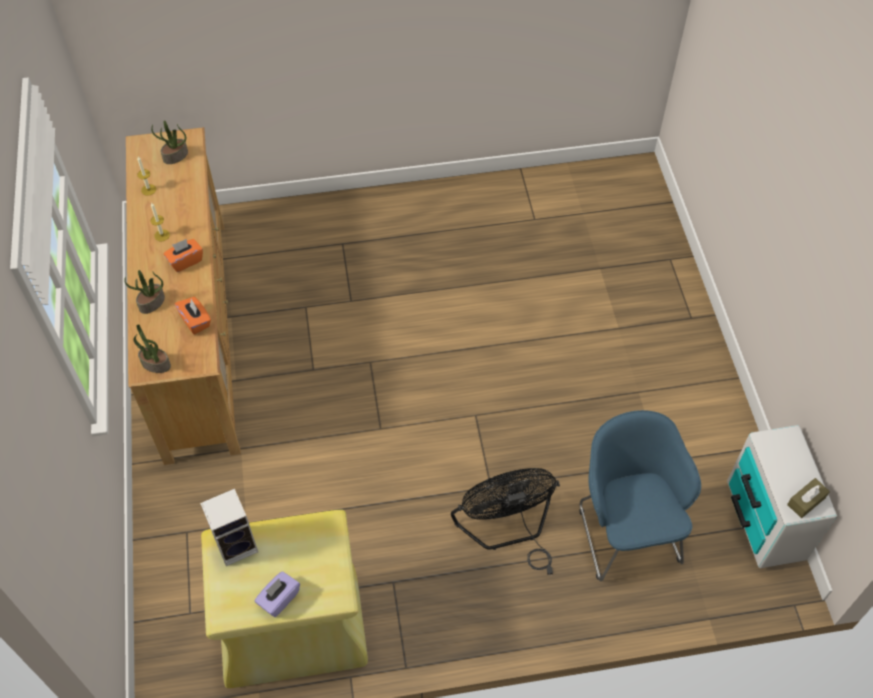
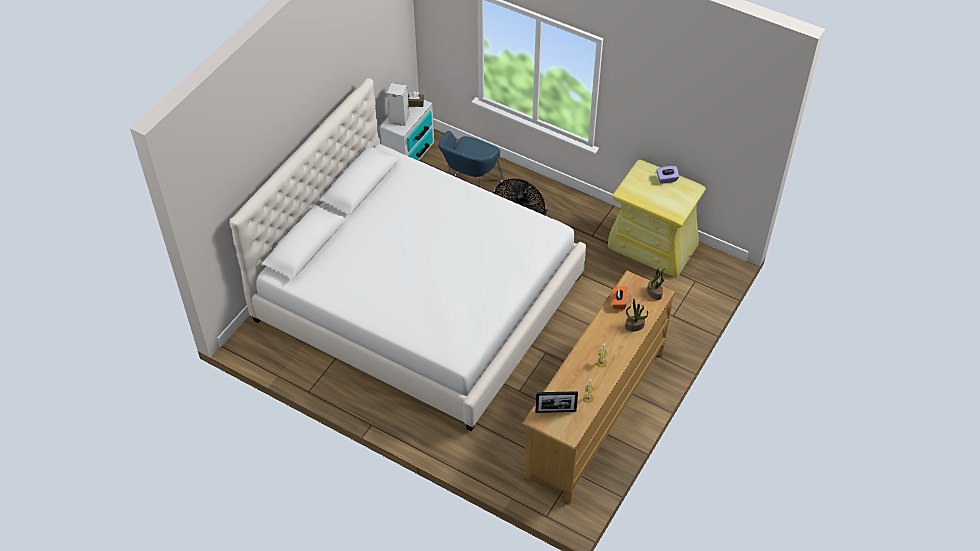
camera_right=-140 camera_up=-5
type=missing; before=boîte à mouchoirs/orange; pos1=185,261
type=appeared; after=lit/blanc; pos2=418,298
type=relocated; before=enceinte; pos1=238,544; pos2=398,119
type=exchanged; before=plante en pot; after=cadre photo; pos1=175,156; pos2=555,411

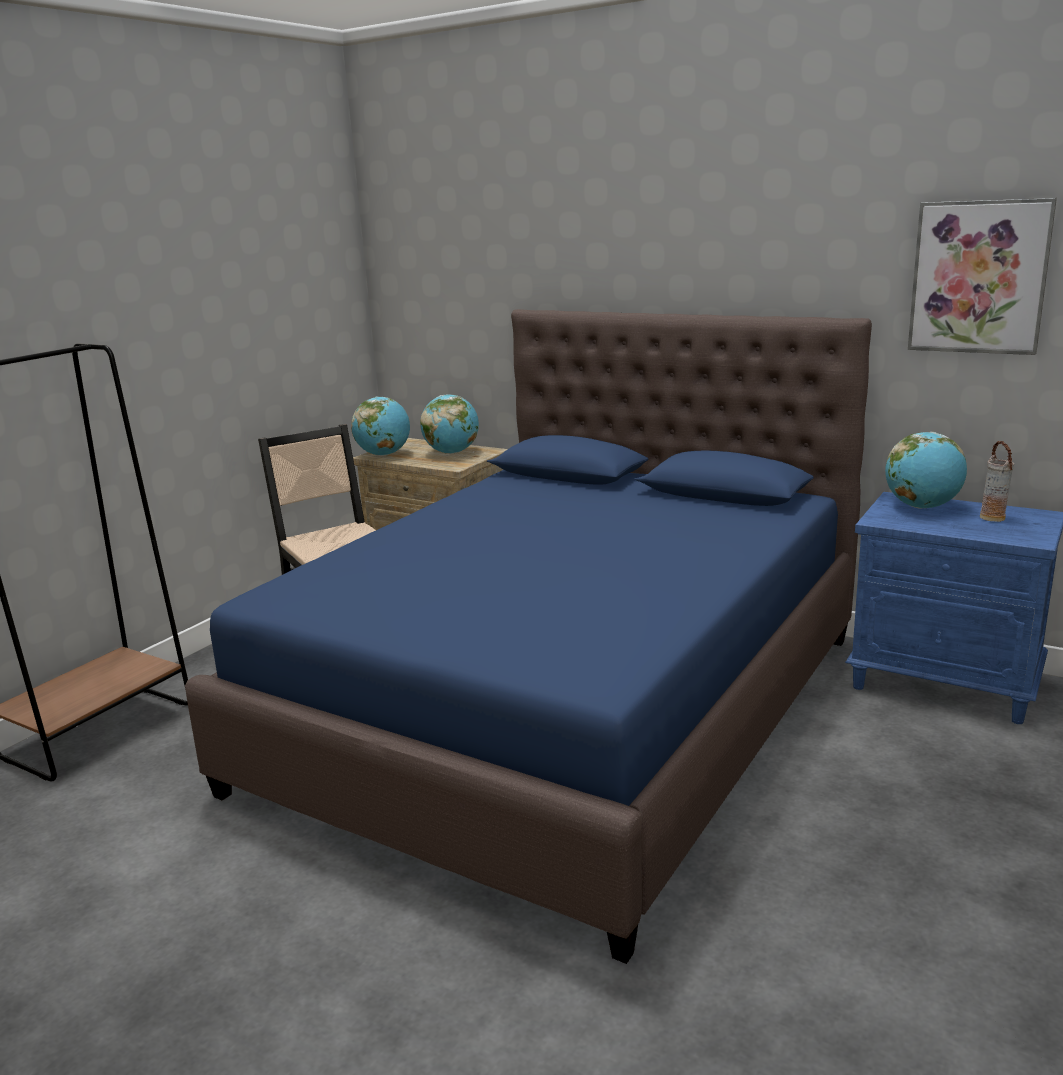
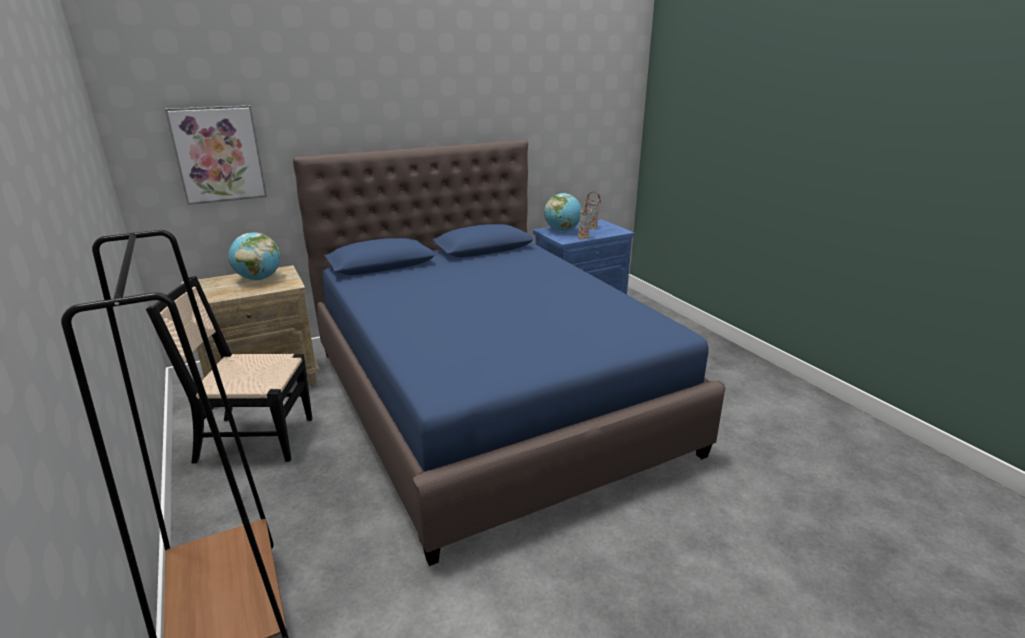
camera_right=-60 camera_up=5
type=missing; before=globe; pos1=384,454
type=appeared; after=vase; pos2=584,237
type=relocated; before=tableau; pos1=978,277; pos2=218,154

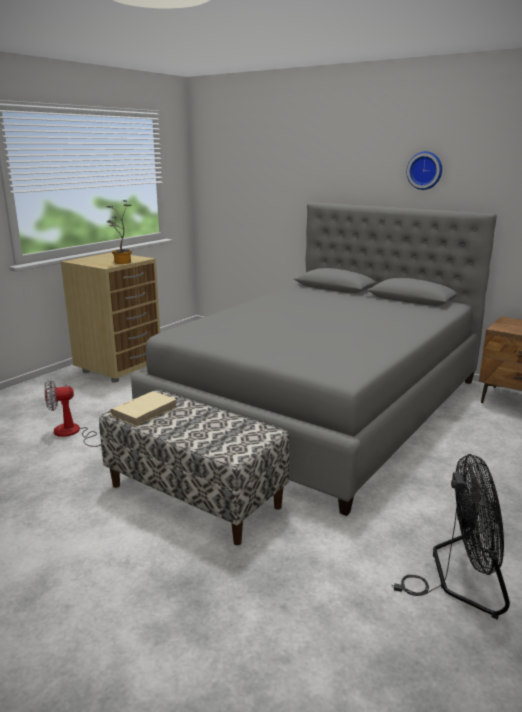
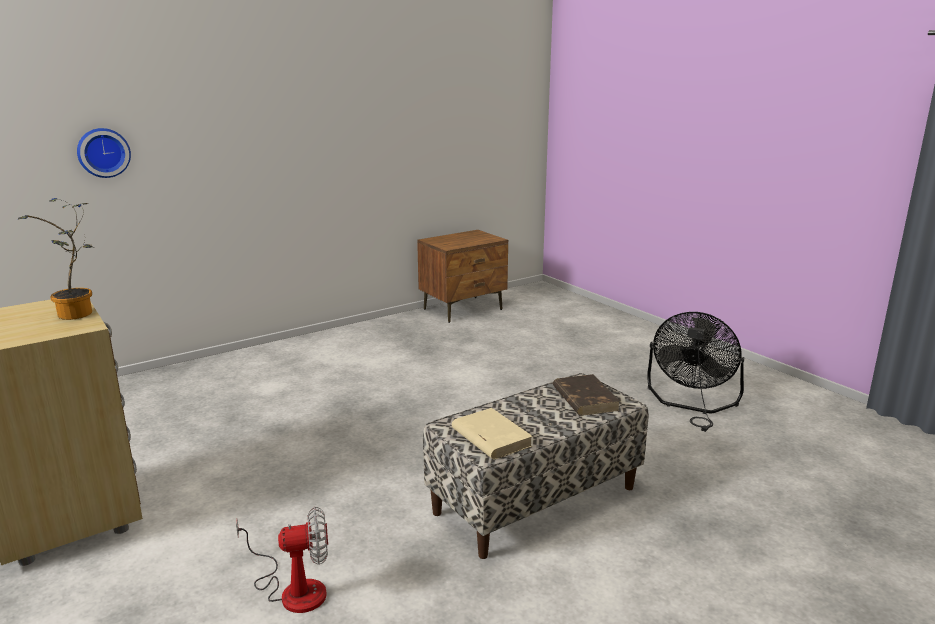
camera_right=-70 camera_up=0
type=missing; before=lit/gris; pos1=323,406
type=appeared; after=livre/marron; pos2=584,398
type=relocated; before=horloge murale; pos1=425,170; pos2=103,152
type=spun; before=ventilateur; pos1=73,433; pos2=293,589; turn=-105

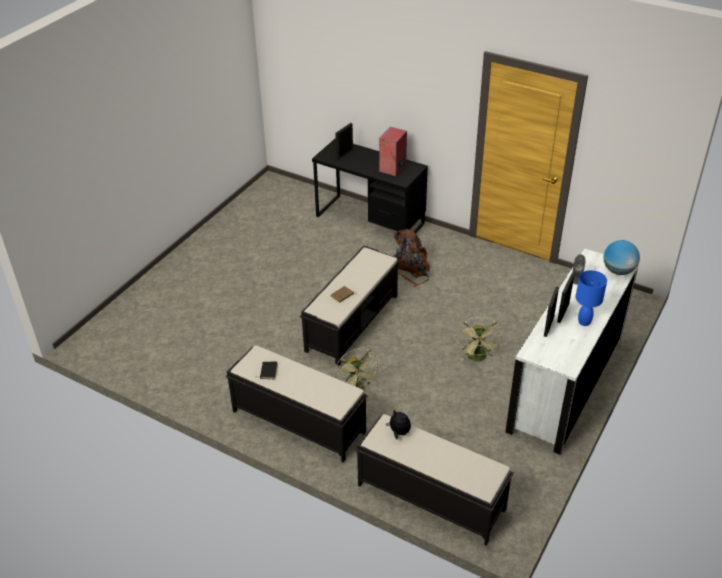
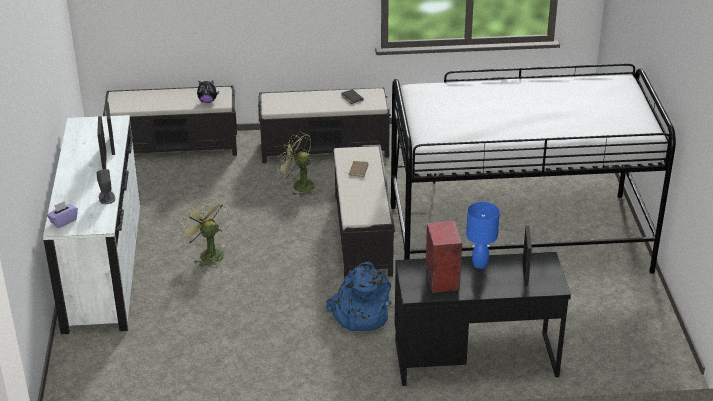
camera_right=145 camera_up=-5
type=appeared; after=lit/noir; pos2=514,237
type=relocated; before=lampe de table/bleu; pos1=584,322; pos2=479,264
type=exchanged; before=globe; after=boîte à mouchoirs/violet; pos1=618,271; pos2=63,221
type=colour; before=sac à dos/marron; after=sac à dos/bleu; pos1=410,269; pos2=359,314

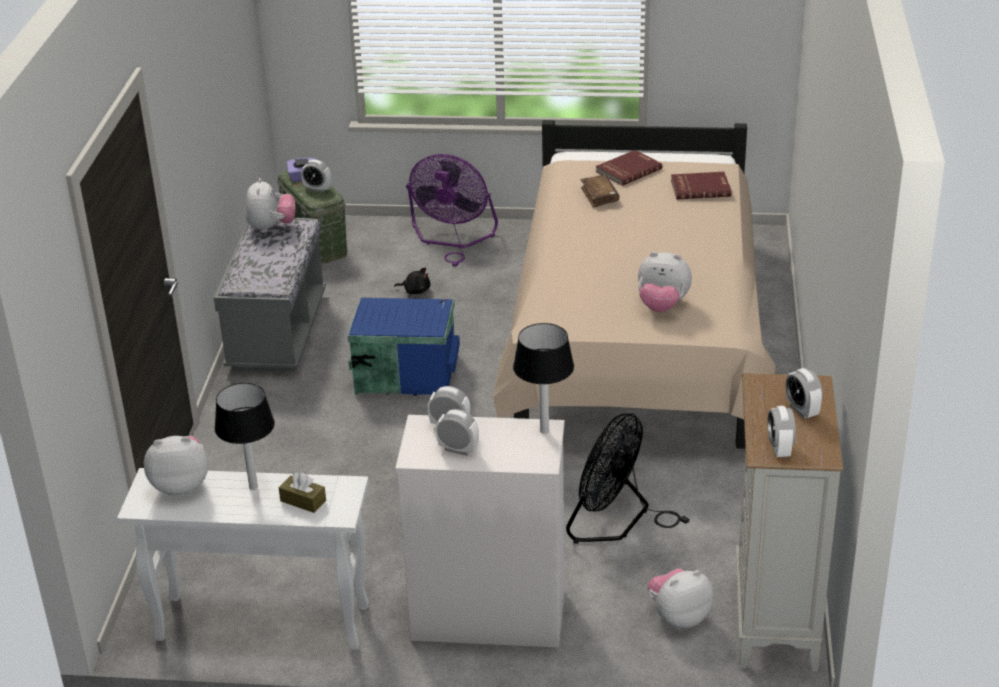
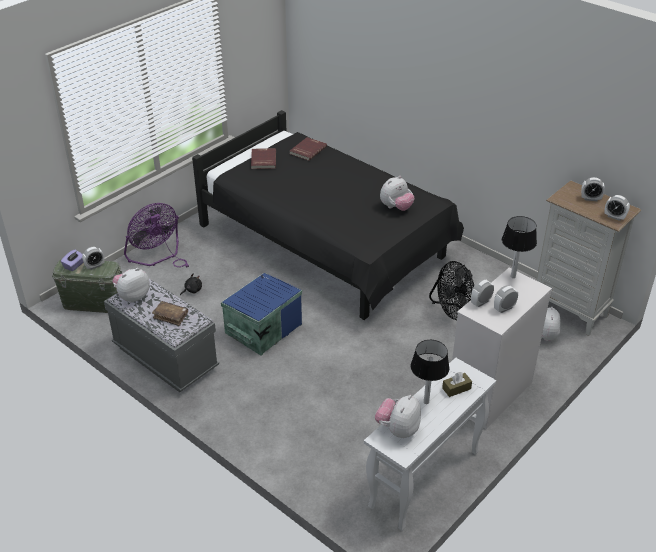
camera_right=-55 camera_up=5
type=relocated; before=livre/marron; pos1=599,196; pos2=171,316
type=colour; before=lit/beige; after=lit/noir; pos1=636,340; pos2=327,244
type=spun; before=peluche; pos1=271,227; pos2=133,296; turn=-75

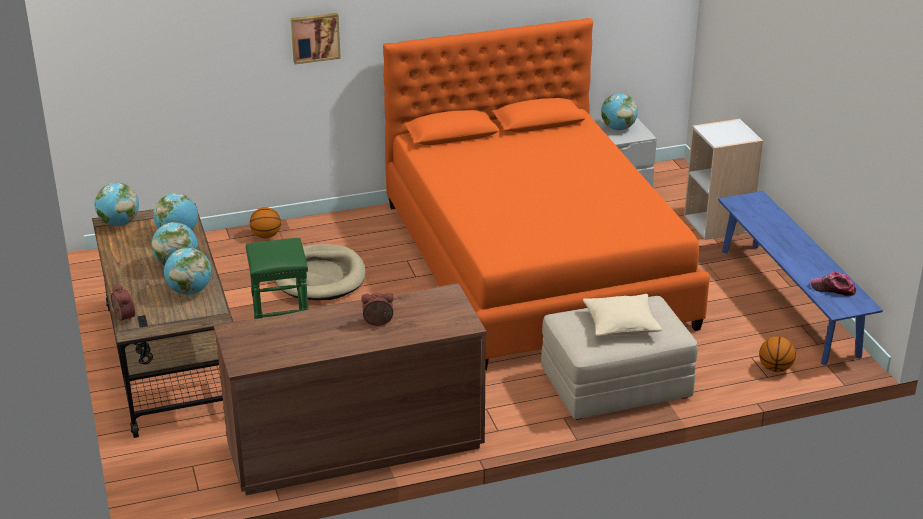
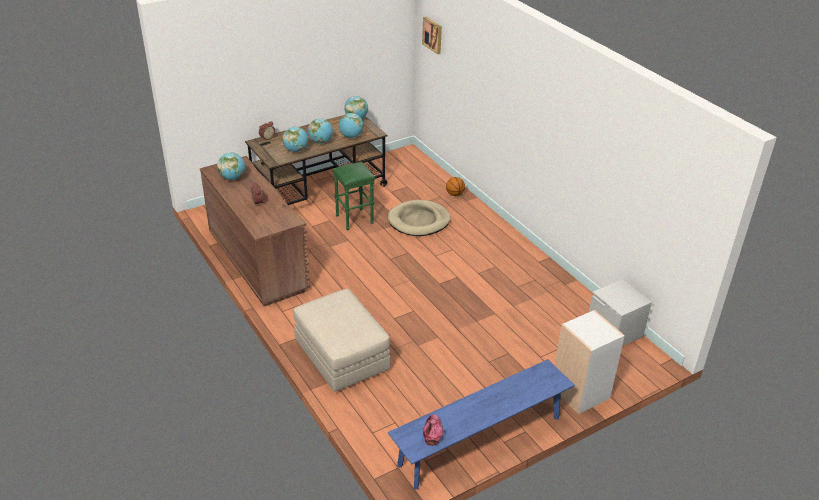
camera_right=75 camera_up=5
type=missing; before=lit/orange; pos1=535,263
type=missing; before=coussin/beige; pos1=621,324
type=missing; before=ballon de basket; pos1=775,368
type=relocated; before=tableau; pos1=315,37; pos2=433,35
type=relocated; before=globe; pos1=618,128; pos2=232,178

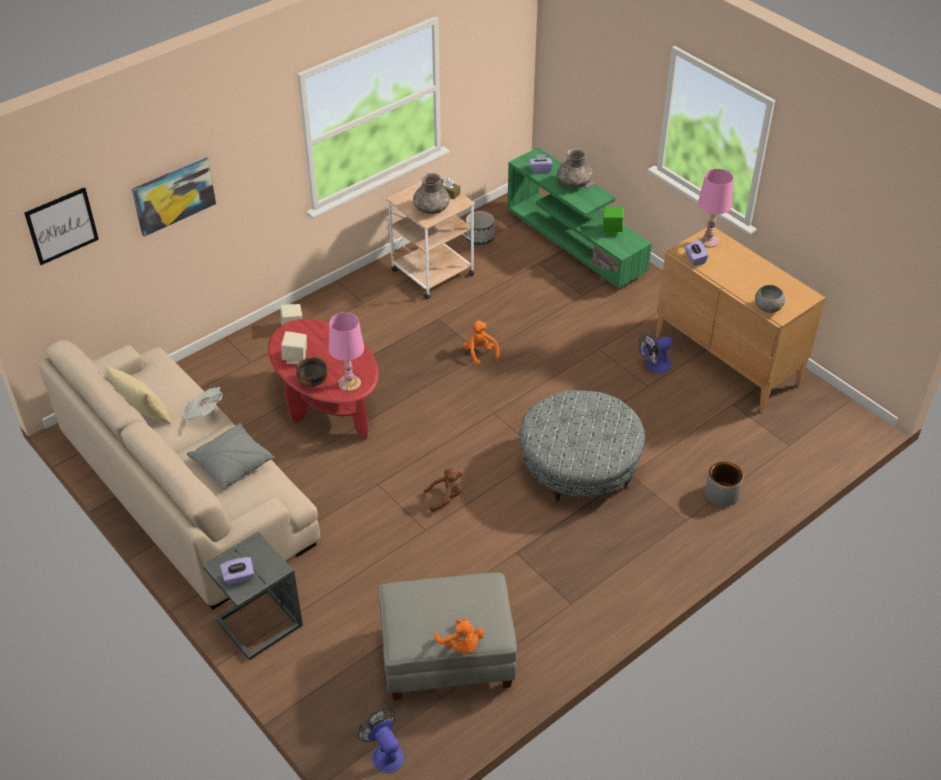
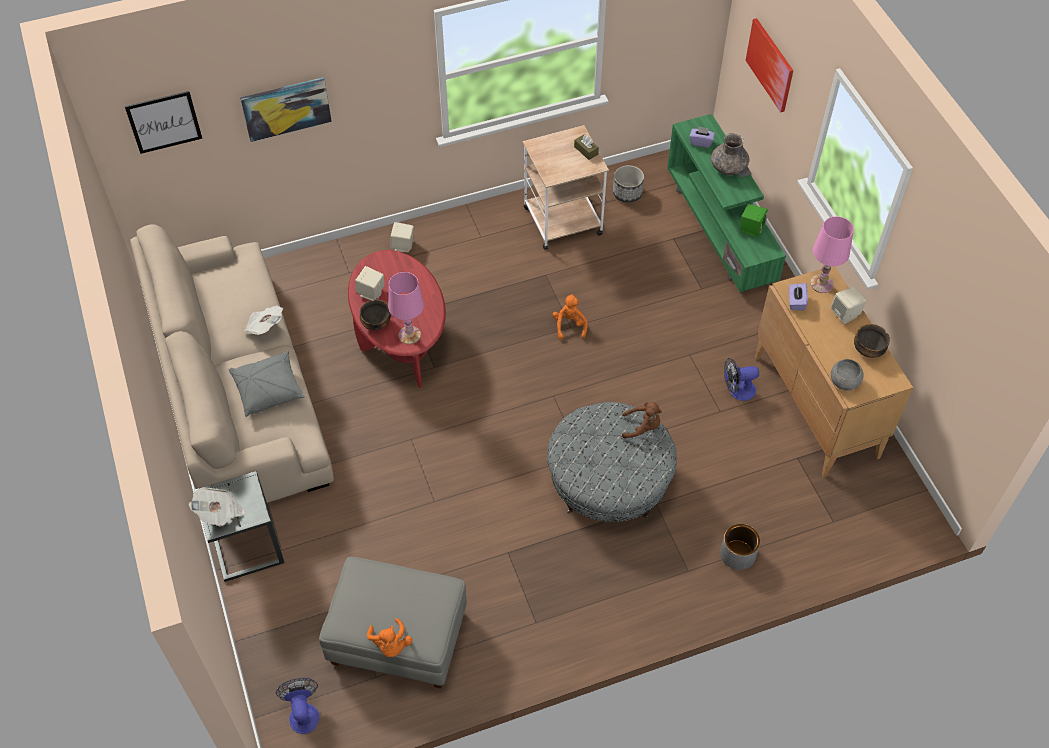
camera_right=20 camera_up=10
type=missing; before=coussin/beige; pos1=144,415
type=missing; before=vase/gris; pos1=431,208
type=appeared; after=tableau; pos2=770,64
type=appeared; after=enceinte/beige; pos2=845,314
type=appeared; after=bol; pos2=867,350
type=relocated; before=peluche/marron; pos1=446,497; pos2=642,427
type=exchanged; before=boîte à mouchoirs/violet; after=journal; pos1=239,577; pos2=220,513

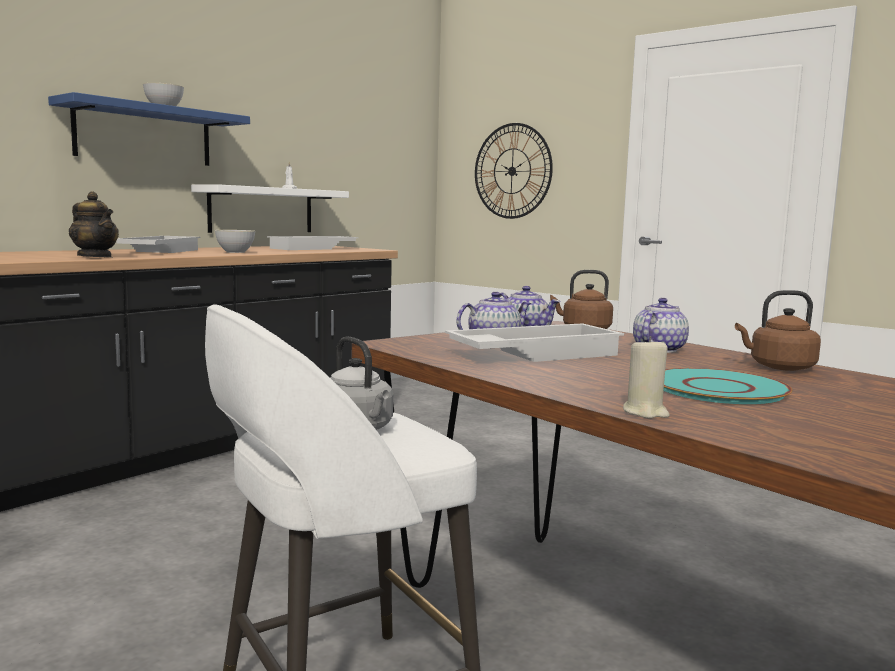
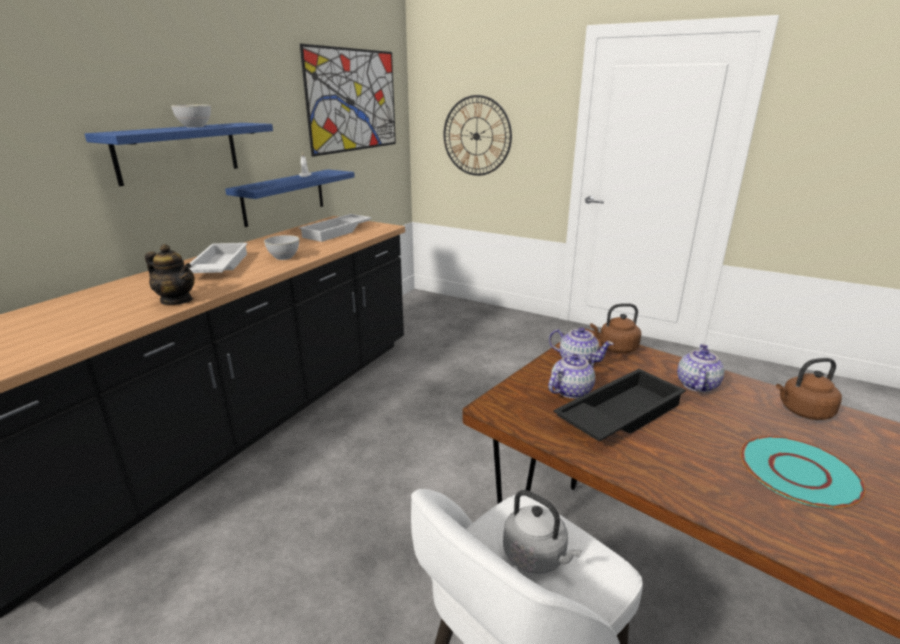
camera_right=-10 camera_up=15
type=missing; before=bougie/beige; pos1=645,412
type=appeared; after=tableau; pos2=353,100
type=colour; before=étagère/blanc; after=étagère/bleu; pos1=261,210; pos2=284,197
type=colour; before=plateau/blanc; after=plateau/noir; pos1=534,354; pos2=618,414

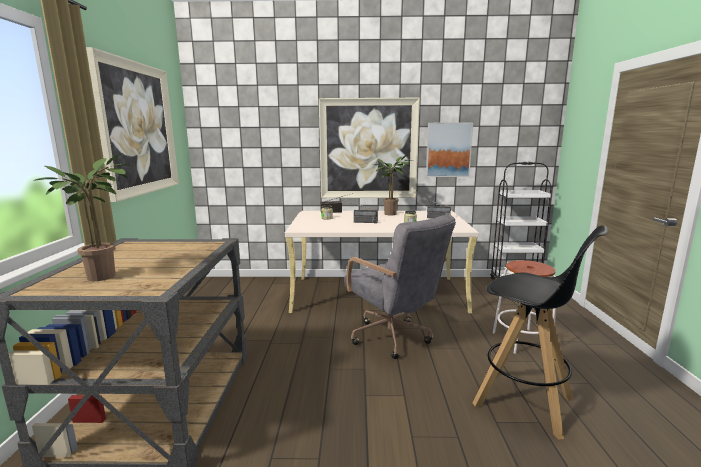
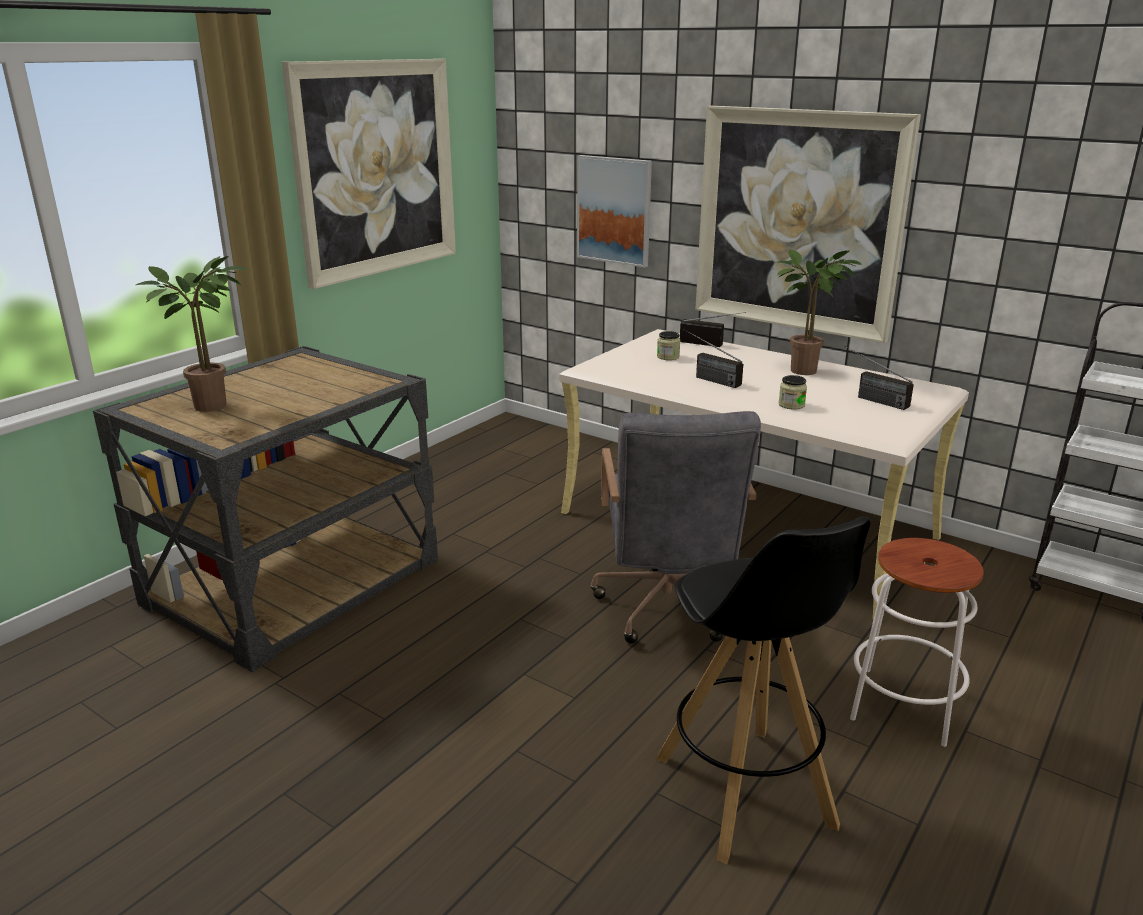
camera_right=35 camera_up=10
type=relocated; before=tableau; pos1=448,150; pos2=614,210

